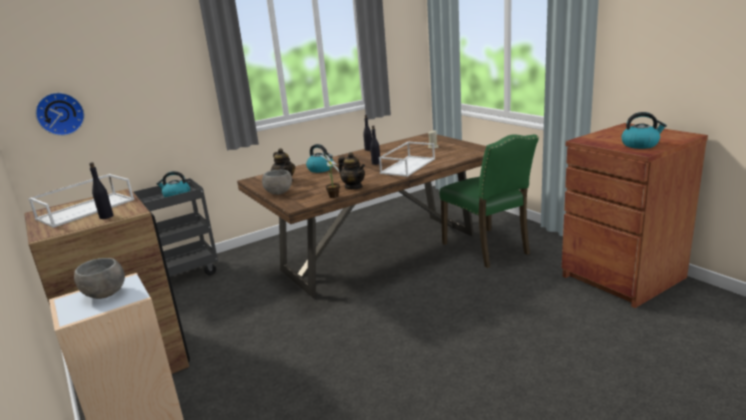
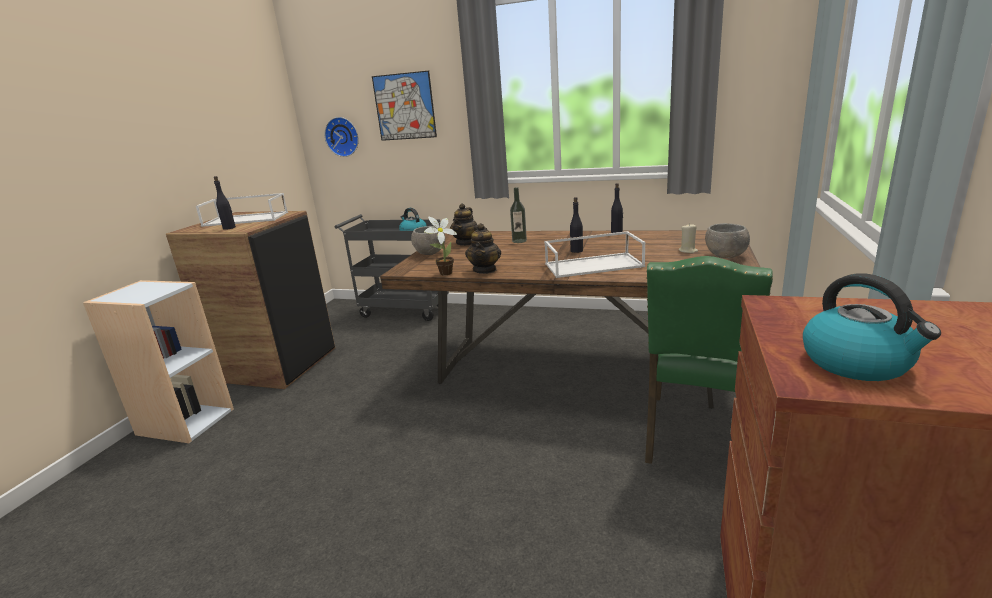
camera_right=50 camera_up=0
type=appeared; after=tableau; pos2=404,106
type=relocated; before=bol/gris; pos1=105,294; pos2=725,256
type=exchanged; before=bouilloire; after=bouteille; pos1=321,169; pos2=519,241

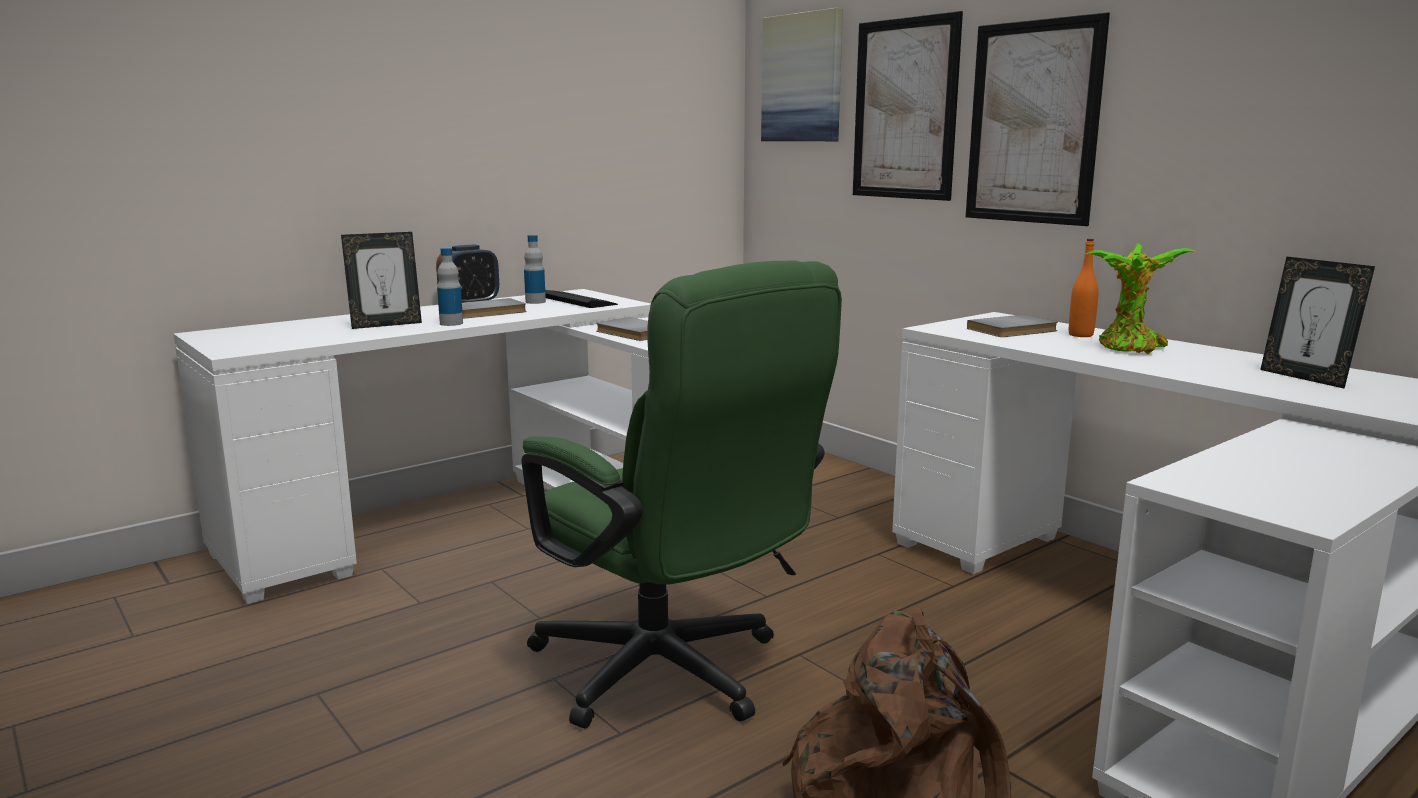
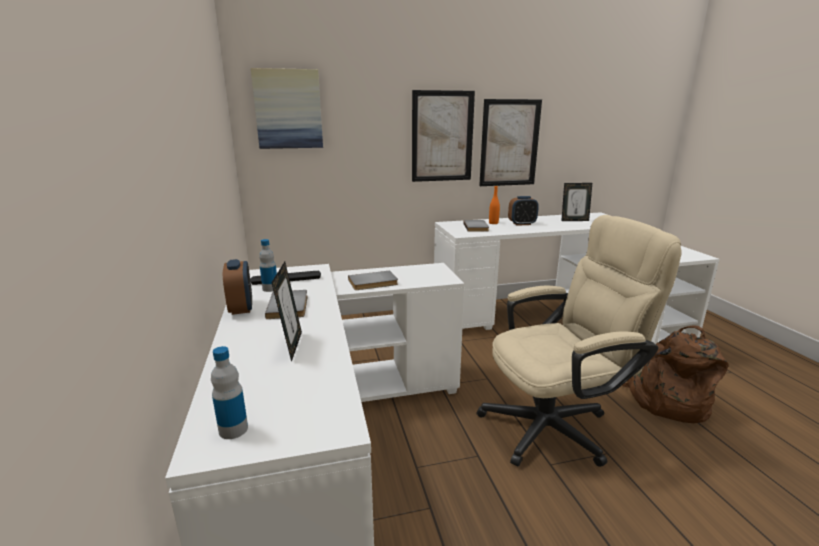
camera_right=-65 camera_up=5
type=relocated; before=bouteille; pos1=451,323; pos2=233,429
type=relocated; before=tableau; pos1=905,109; pos2=509,143
type=exchanged; before=plante en pot; after=réveil; pos1=1130,349; pos2=522,224
type=colour; before=chaise de bureau/vert; after=chaise de bureau/beige; pos1=672,676; pos2=557,425

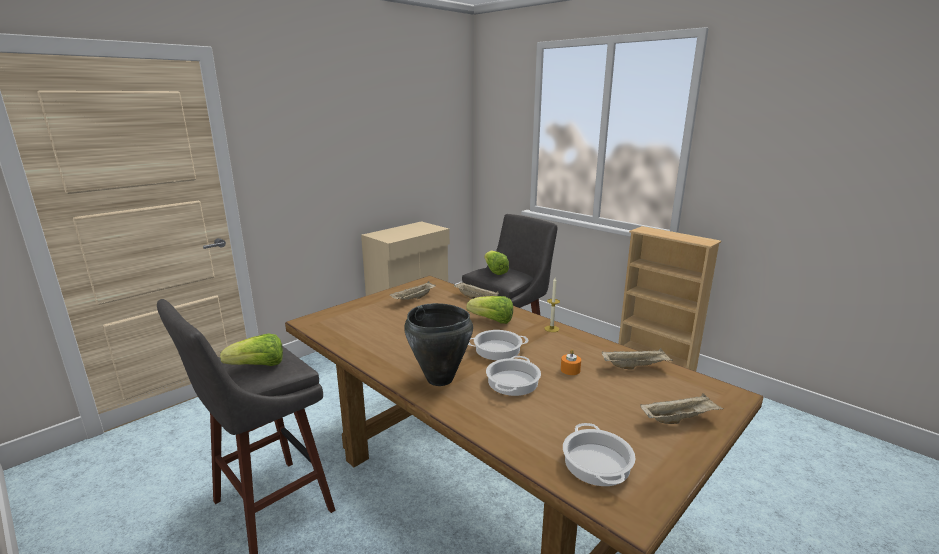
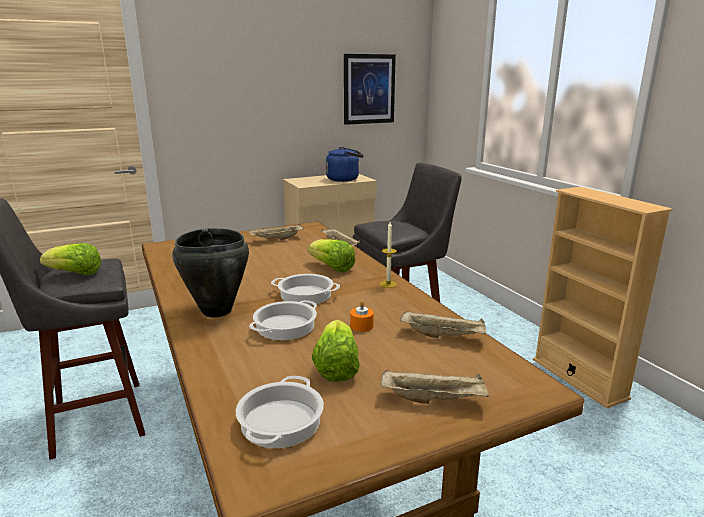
camera_right=20 camera_up=0
type=appeared; after=bouilloire/bleu; pos2=344,179
type=appeared; after=tableau; pos2=369,89
type=relocated; before=laitue; pos1=494,271; pos2=336,367

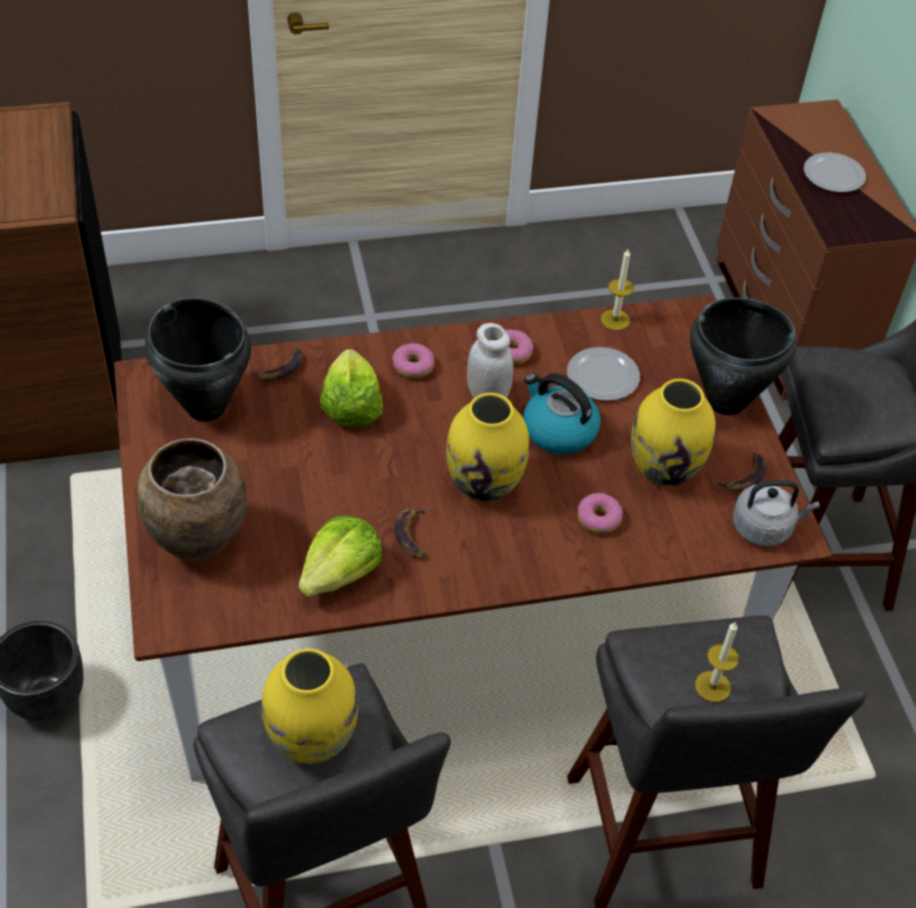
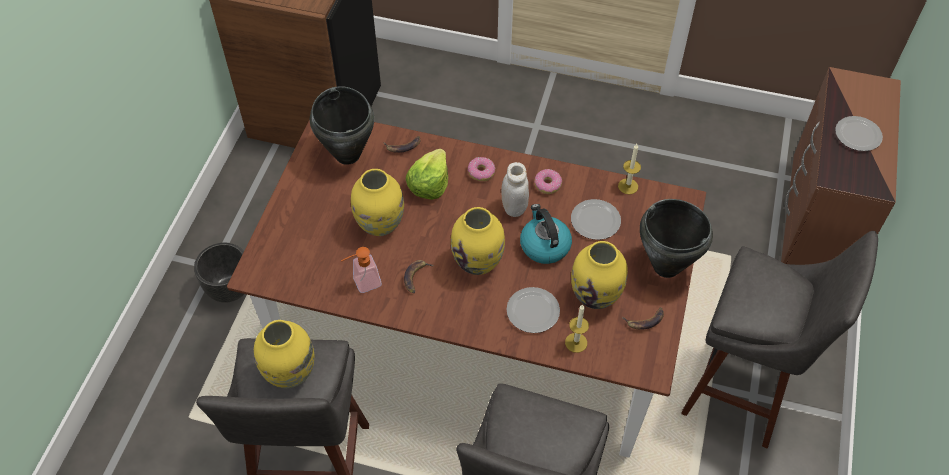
camera_right=30 camera_up=5
type=missing; before=vase/marron; pos1=197,541
type=missing; before=bouilloire/gris; pos1=765,527
type=appeared; after=vase/jaune; pos2=380,225
type=relocated; before=bougie; pos1=712,686; pos2=576,342
type=exchanged; before=laitue; after=distributeur de savon; pos1=341,573; pos2=362,284
type=exchanged; before=beignet; after=assiette; pos1=598,518; pos2=533,310

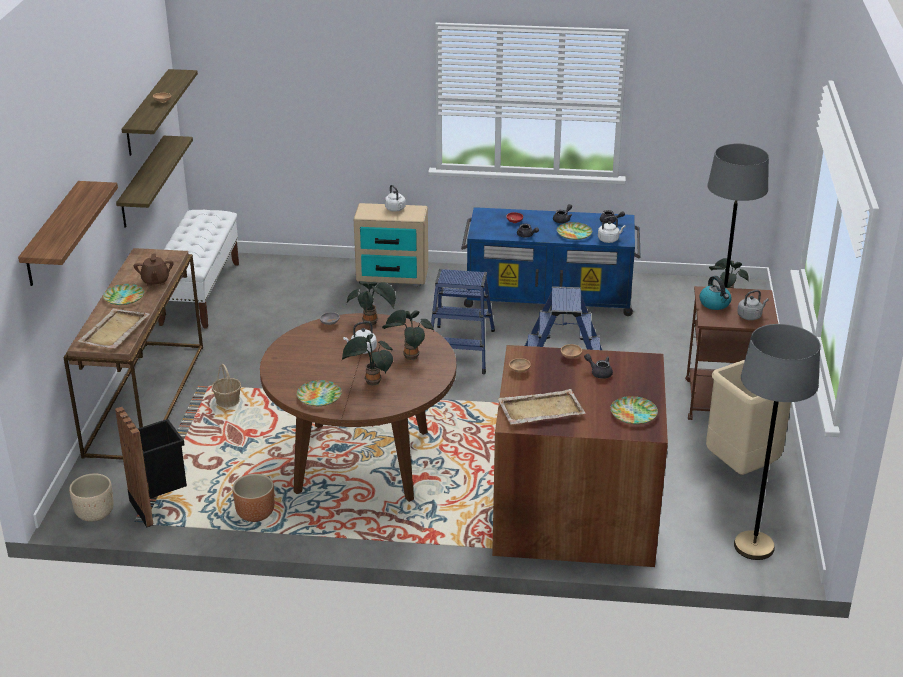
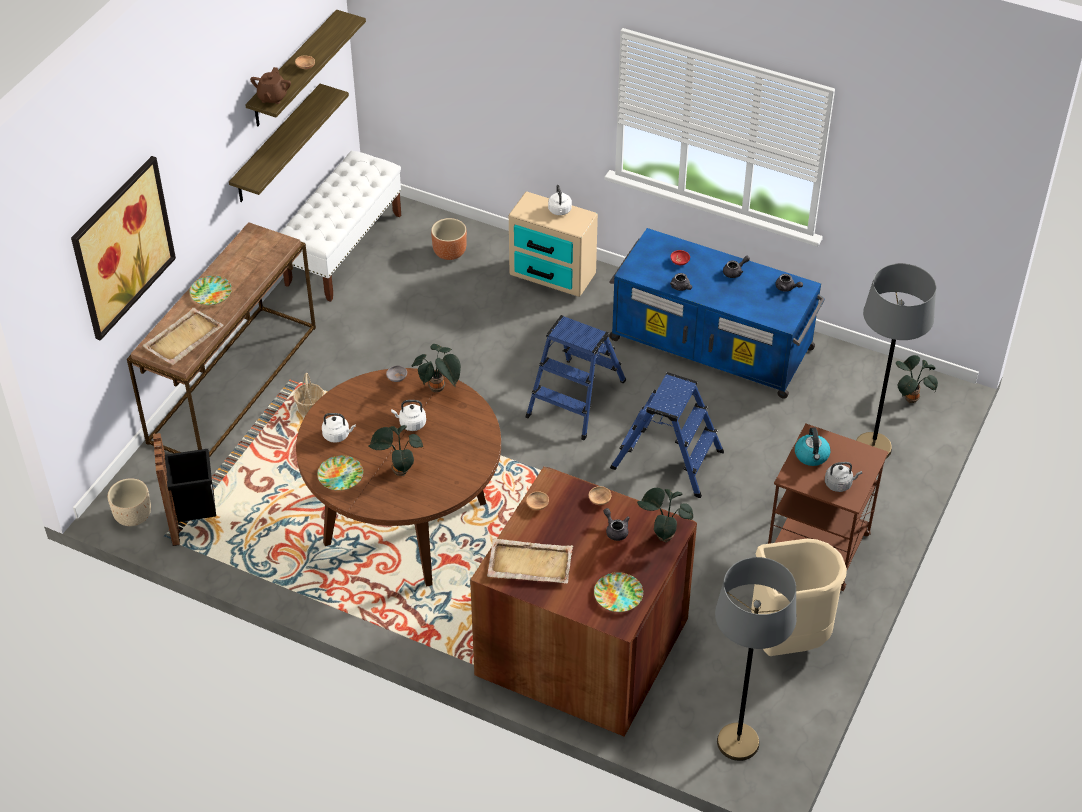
camera_right=20 camera_up=15
type=missing; before=assiette; pos1=574,233
type=relocated; before=théière/marron; pos1=155,281; pos2=272,97
type=relocated; before=cache-pot/marron; pos1=255,514; pos2=449,253
type=relocated; before=plante en pot; pos1=409,356; pos2=663,535
type=relocated; before=bouilloire/blanc; pos1=609,239; pos2=338,435
type=exchanged; before=étagère; after=tableau; pos1=52,234; pos2=122,247

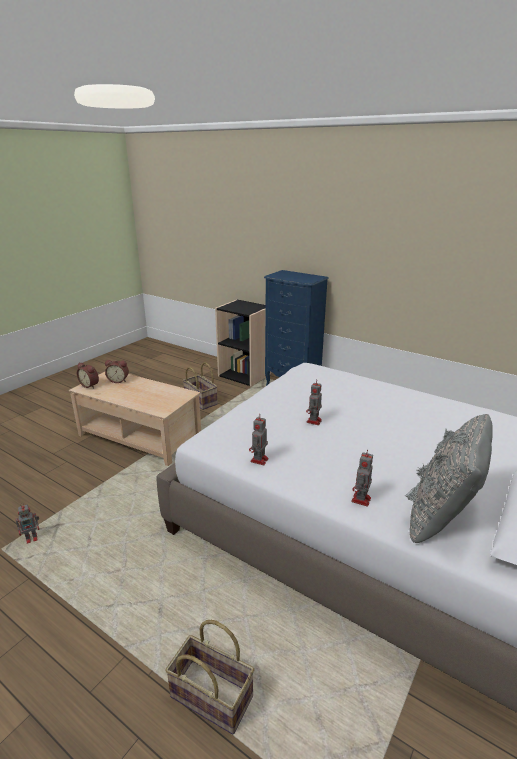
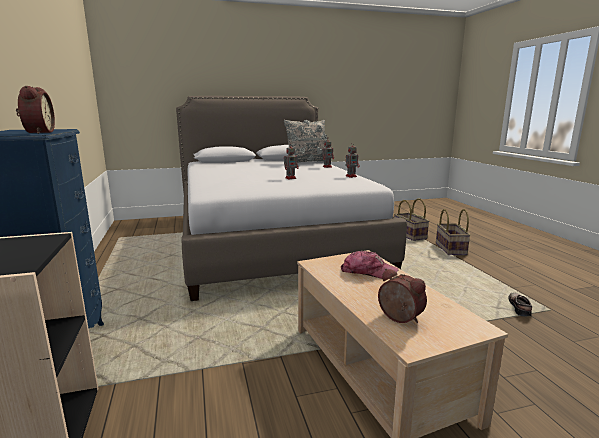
camera_right=-140 camera_up=-10
type=appeared; after=casquette; pos2=368,272
type=relocated; before=réveil; pos1=90,385; pos2=37,132
type=relocated; before=panier; pos1=201,400; pos2=450,249
type=exchanged; before=robot jouet; after=chaussure; pos1=32,538; pos2=521,308

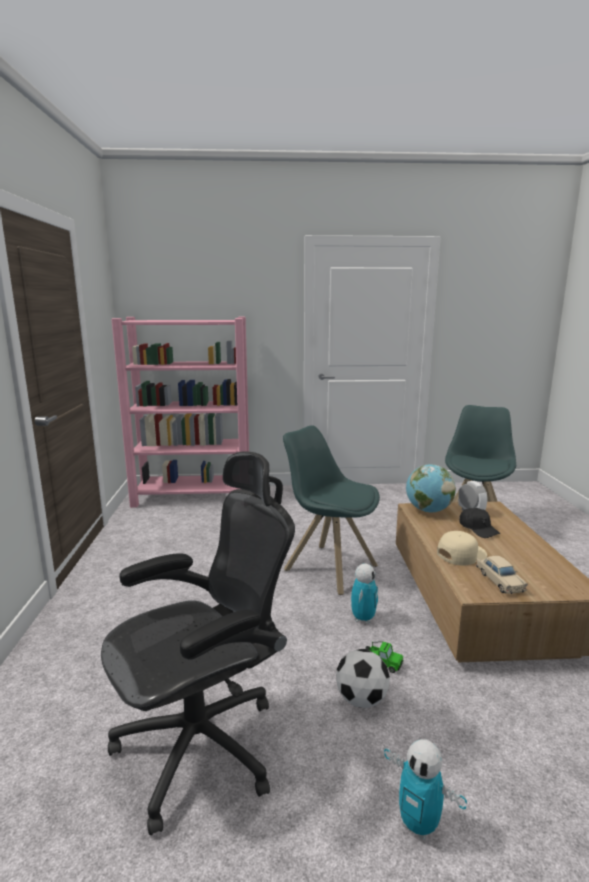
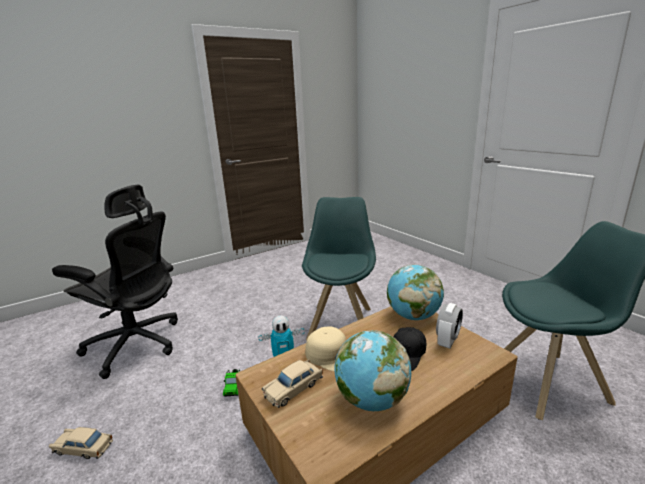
camera_right=60 camera_up=5
type=missing; before=bibliothèque/rose; pos1=193,496
type=missing; before=ballon de foot; pos1=361,699
type=appeared; after=globe; pos2=371,399
type=exchanged; before=robot jouet; after=petite voiture/beige; pos1=418,824; pos2=83,448

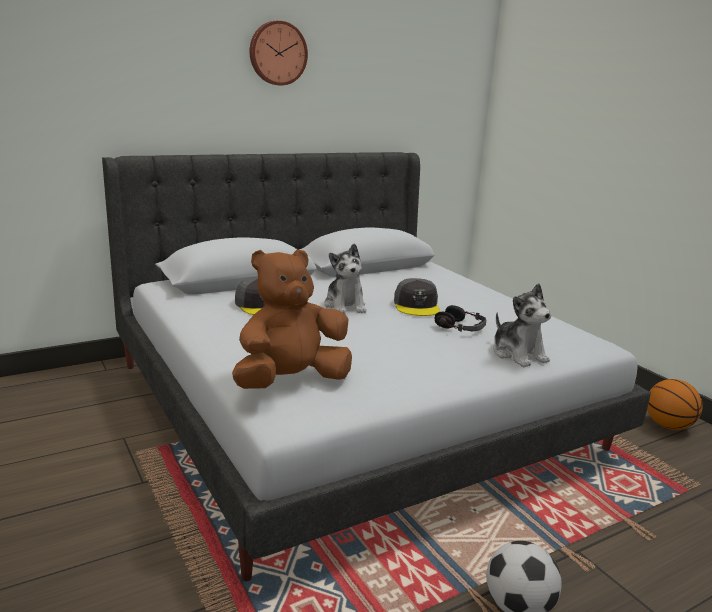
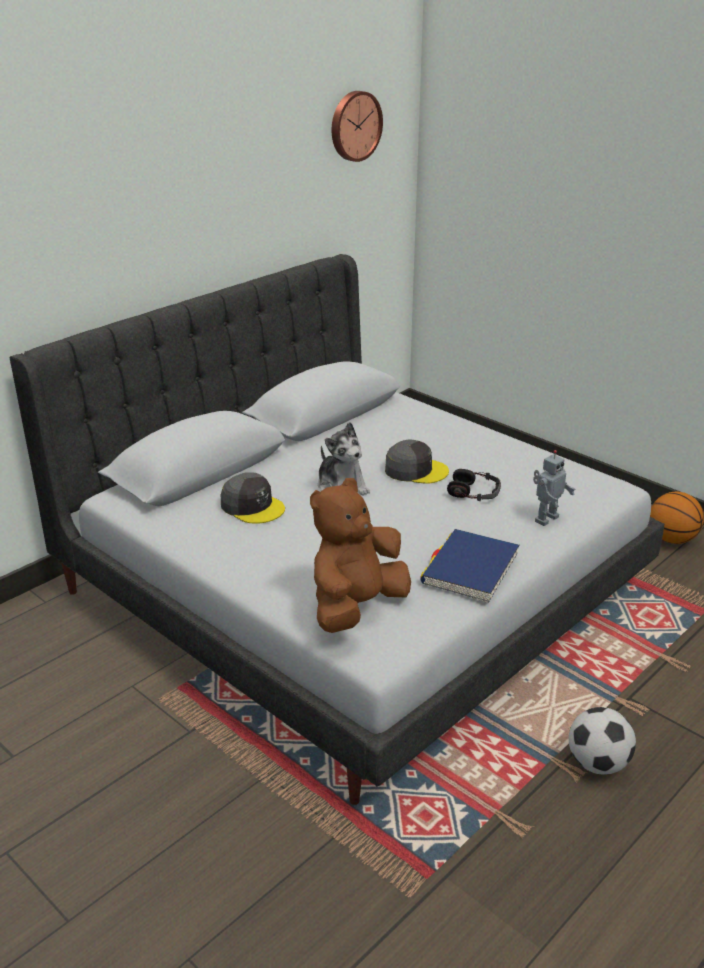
camera_right=-15 camera_up=10
type=appeared; after=livre/bleu; pos2=470,569
type=relocated; before=horloge murale; pos1=277,53; pos2=354,126
type=exchanged; before=peluche; after=robot jouet; pos1=518,354; pos2=545,519
type=spun; before=casquette/gris; pos1=416,306; pos2=415,470; turn=-60

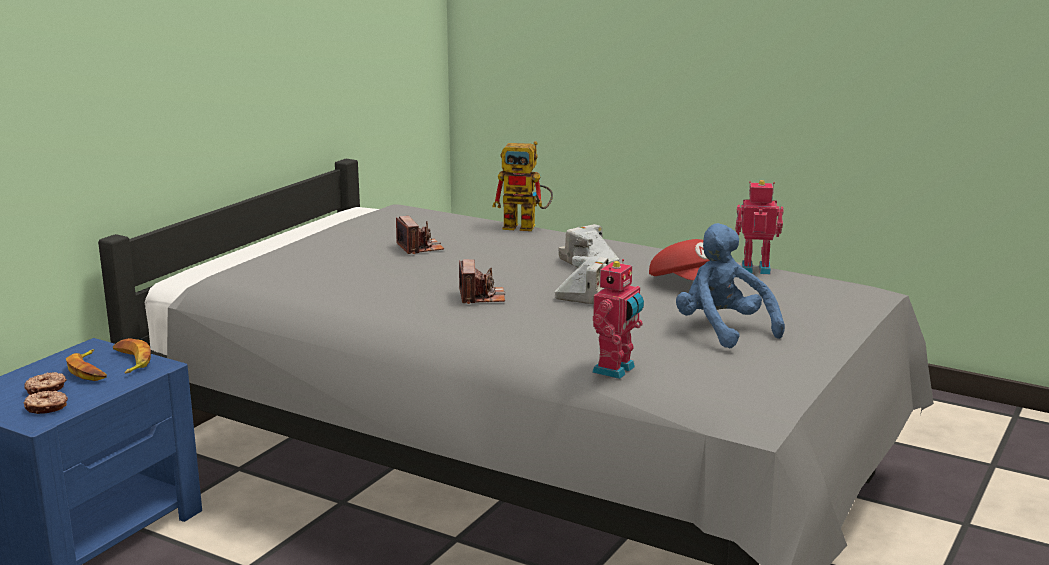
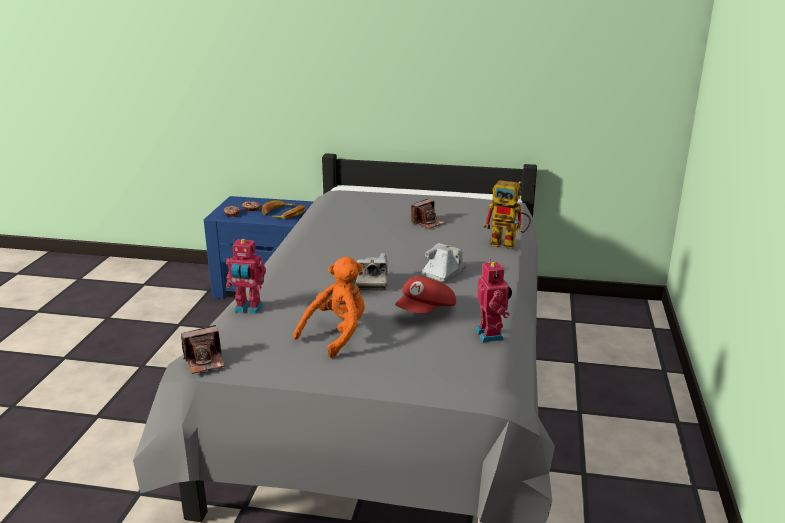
camera_right=70 camera_up=5
type=relocated; before=appareil photo; pos1=481,297; pos2=205,361
type=colour; before=peluche/bleu; after=peluche/orange; pos1=722,330; pos2=337,334
type=spun; before=robot jouet; pos1=527,226; pos2=509,243; turn=-60

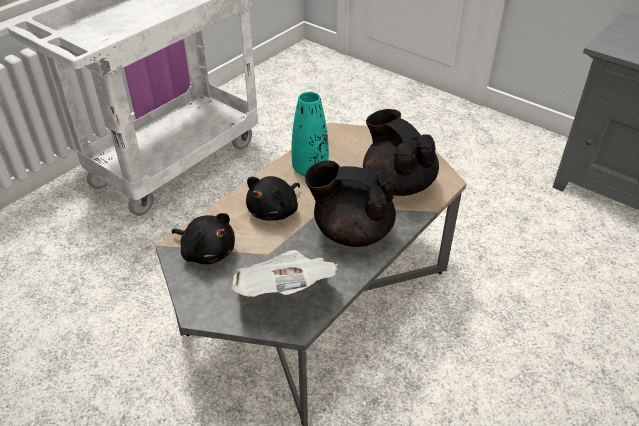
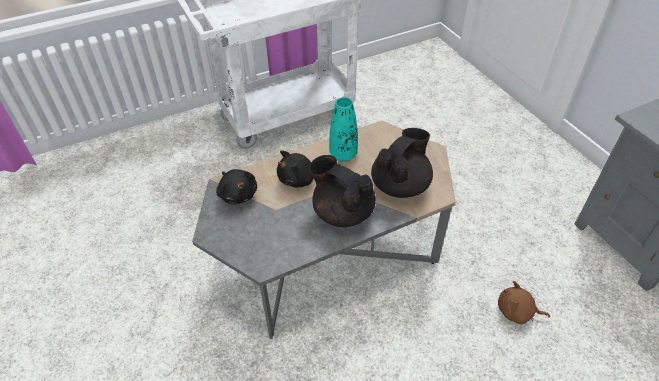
camera_right=25 camera_up=5
type=missing; before=journal; pos1=285,291
type=appeared; after=peluche/marron; pos2=517,312
type=spun; before=théière/noir; pos1=397,183; pos2=400,185; turn=45

